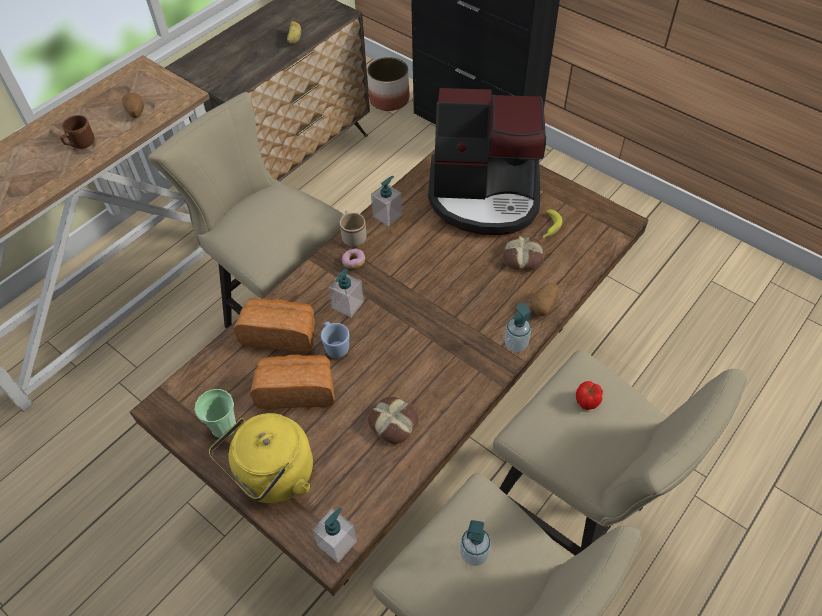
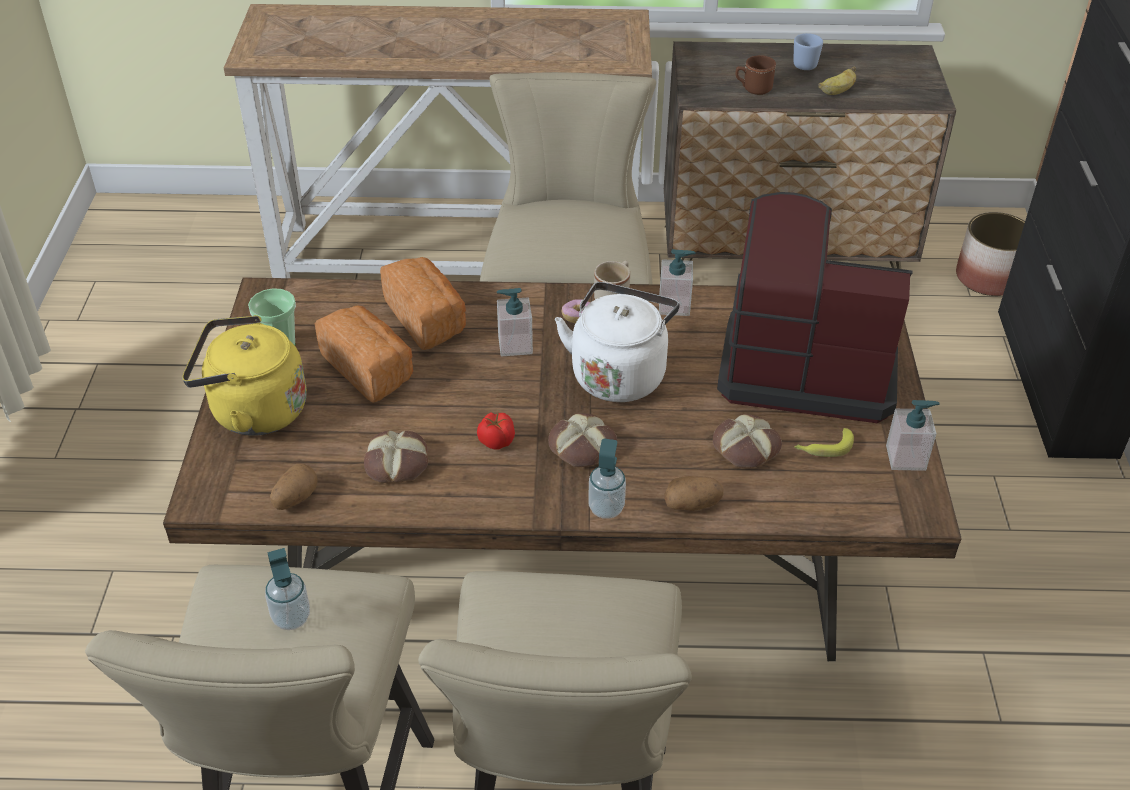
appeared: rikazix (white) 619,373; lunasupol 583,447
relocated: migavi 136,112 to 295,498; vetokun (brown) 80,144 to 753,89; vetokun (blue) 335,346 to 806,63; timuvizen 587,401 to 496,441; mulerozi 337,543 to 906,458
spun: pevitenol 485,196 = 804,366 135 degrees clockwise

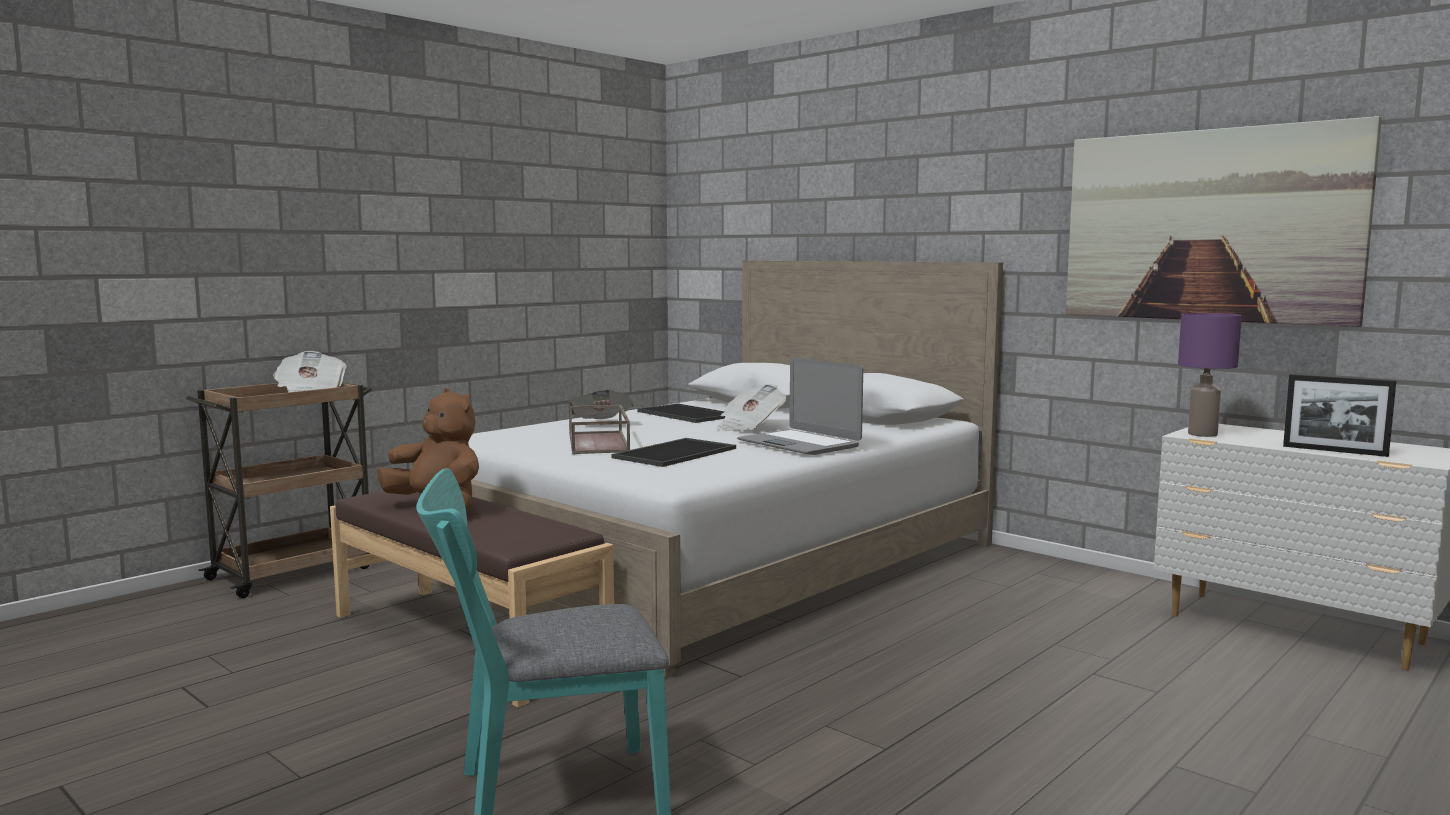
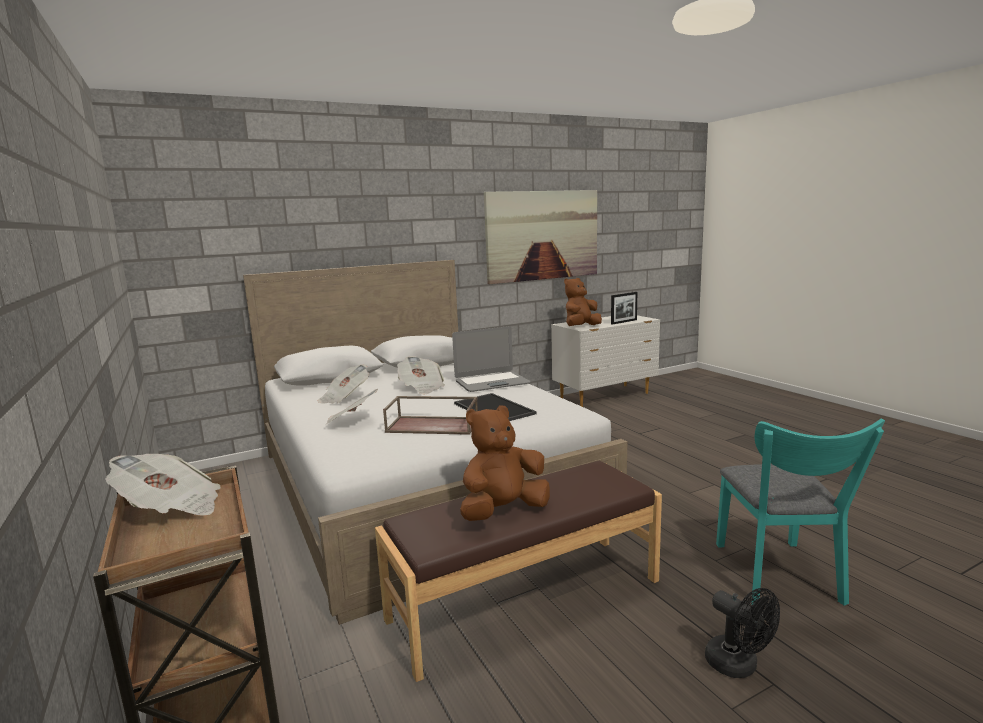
appeared: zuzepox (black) 738,666
exchanged: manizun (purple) 1203,434 to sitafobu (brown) 581,327; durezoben 684,414 to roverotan 344,398

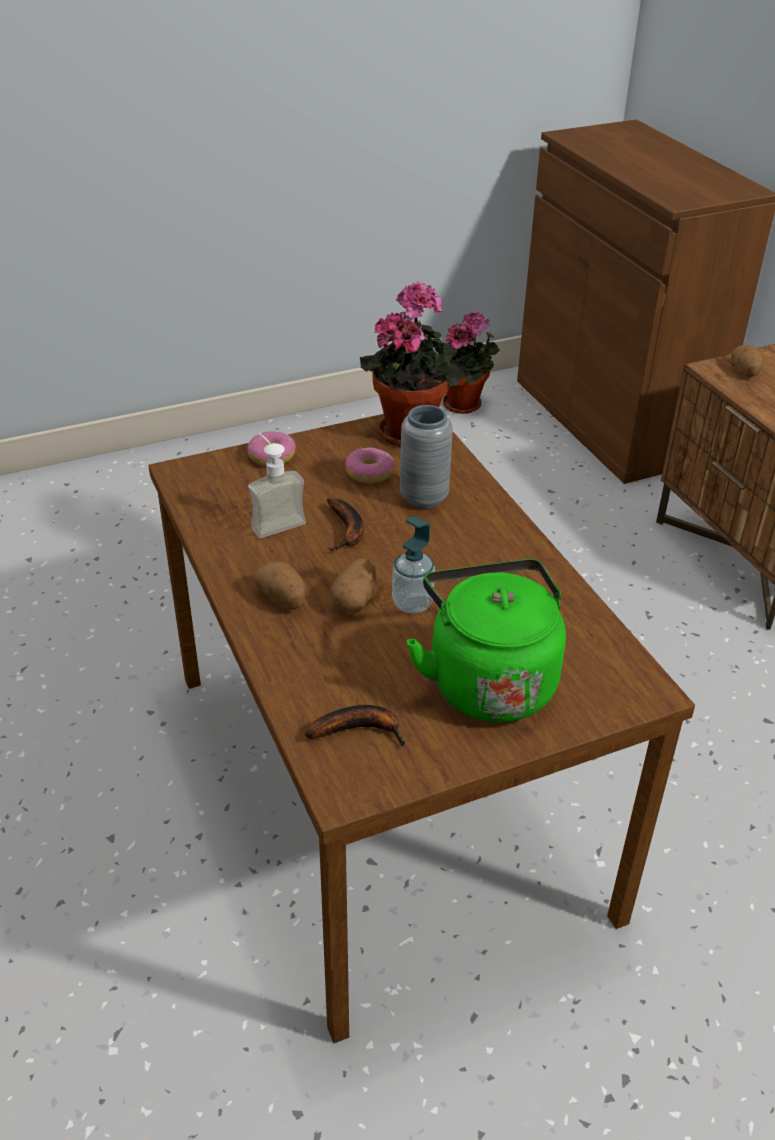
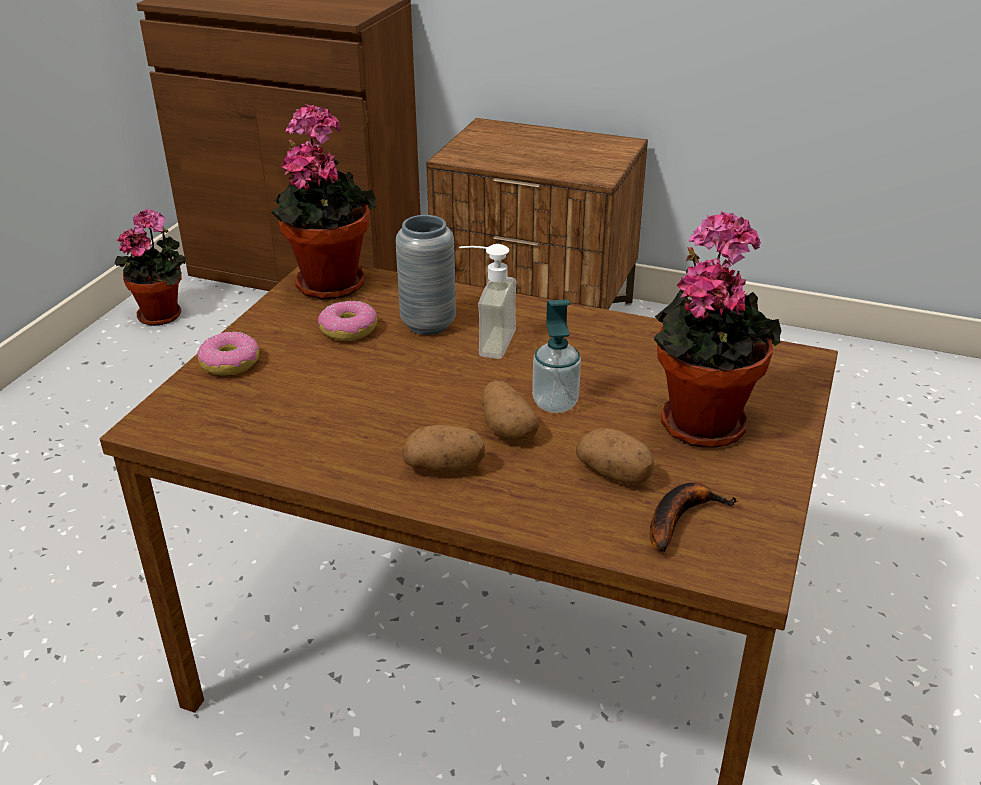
missing: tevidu 347,531
relocated: migavi 745,372 to 615,474; mulerozi 274,520 to 485,342
exchanged: rikazix (green) 488,680 to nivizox 701,420

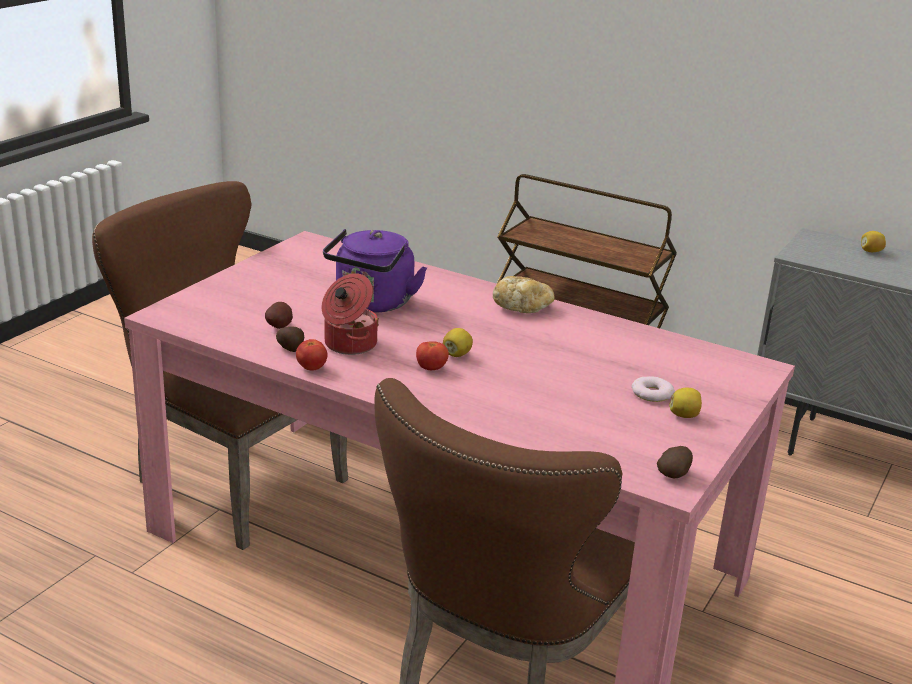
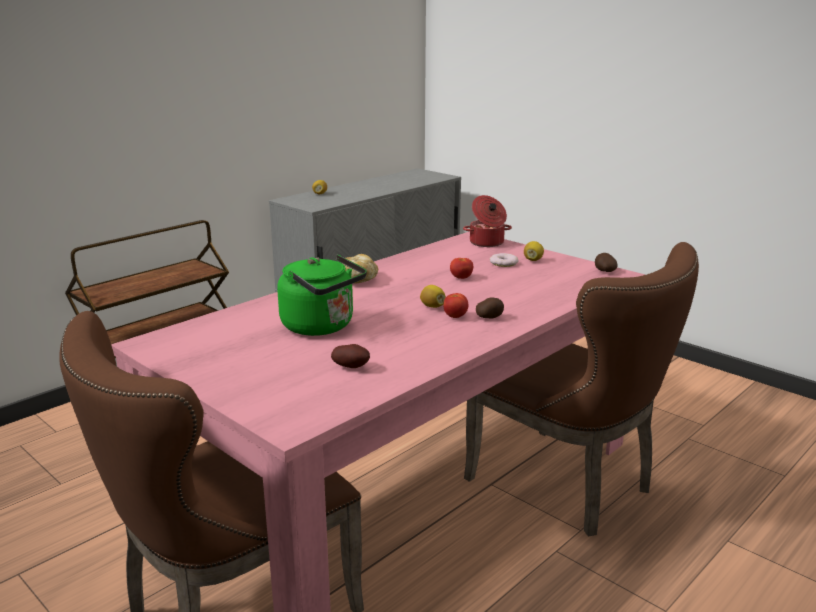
relocated: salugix 349,344 to 487,243; migavi 291,349 to 489,317; timuvizen 311,368 to 461,278
colour: rikazix (purple) 372,304 to rikazix (green) 322,327

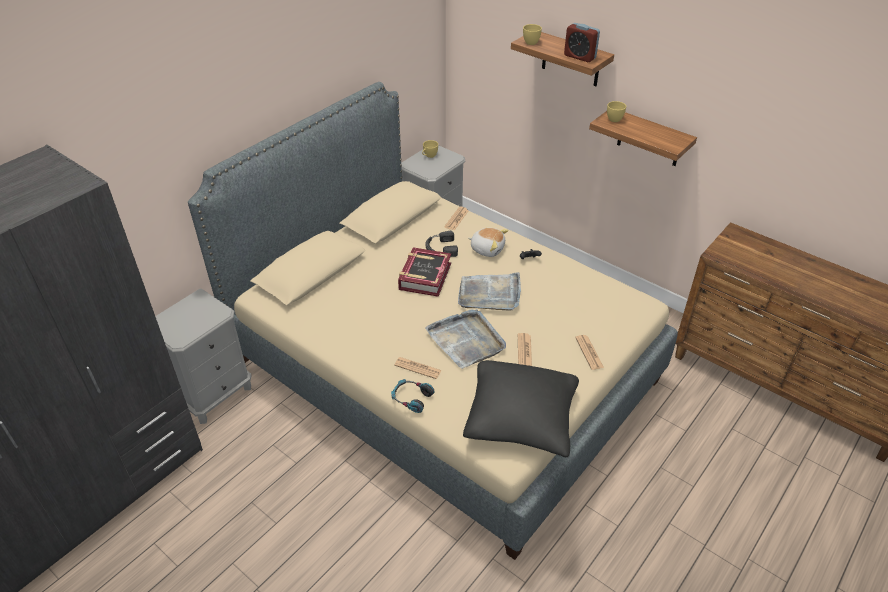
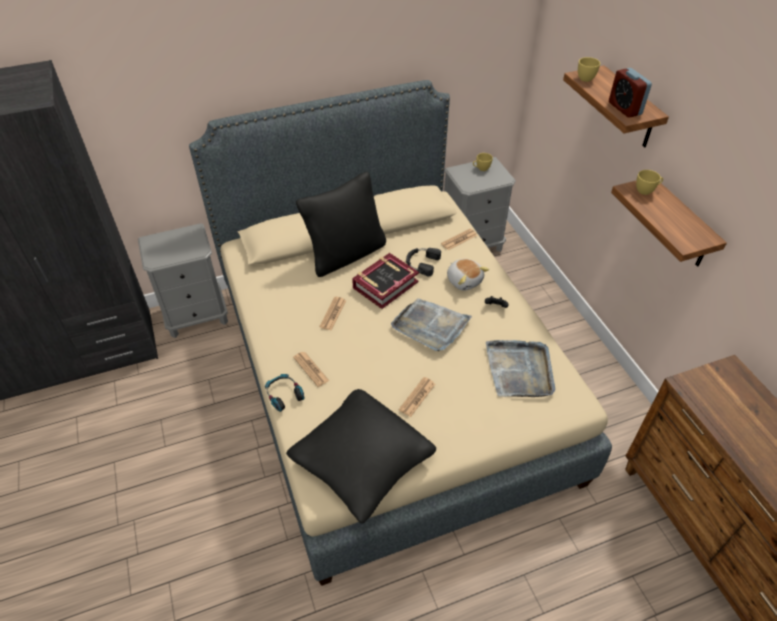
appeared: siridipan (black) 345,254
relocated: durezoben (grey) 466,340 to 520,370; roverotan 589,352 to 333,314

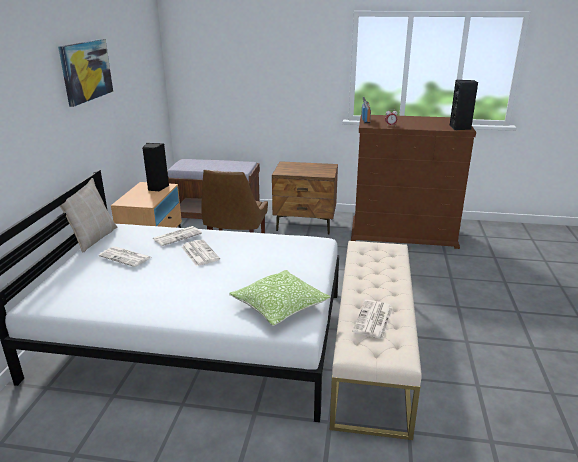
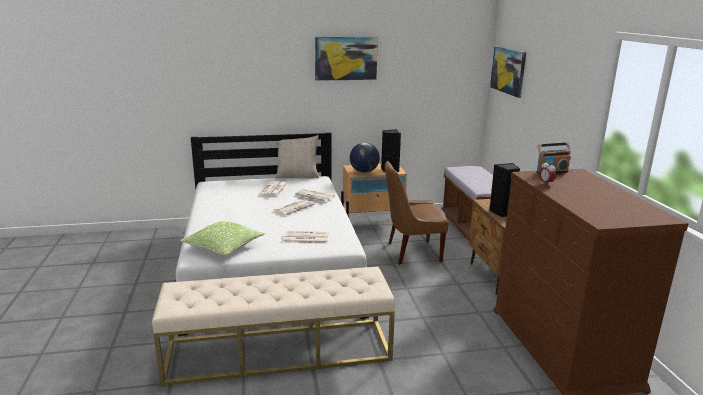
appeared: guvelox 508,71; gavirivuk 364,172
relocated: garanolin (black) 460,128 to 502,213; roverotan 373,320 to 305,238

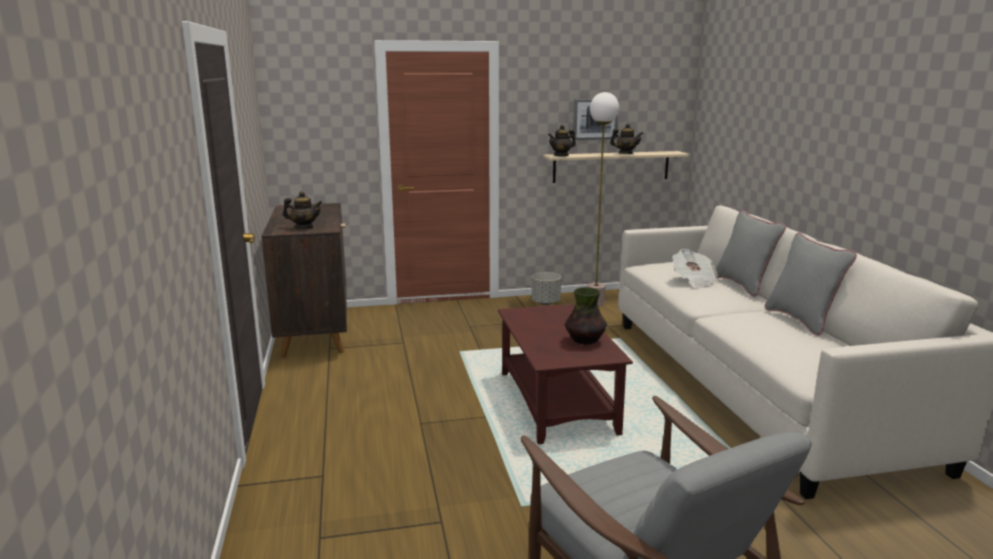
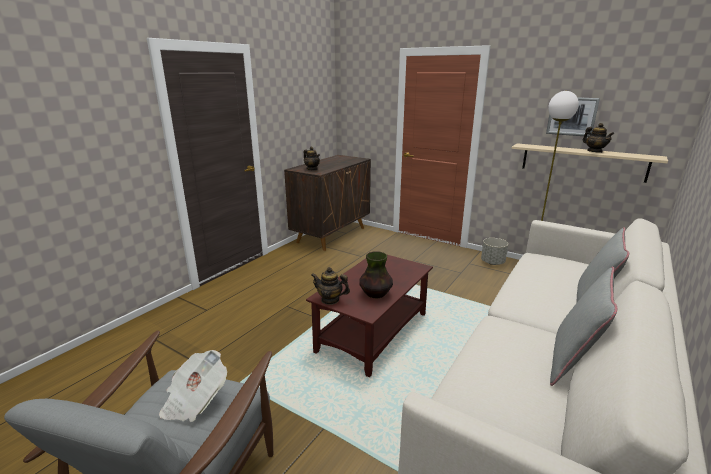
relocated: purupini 561,155 to 330,300; roverotan 694,281 to 195,400

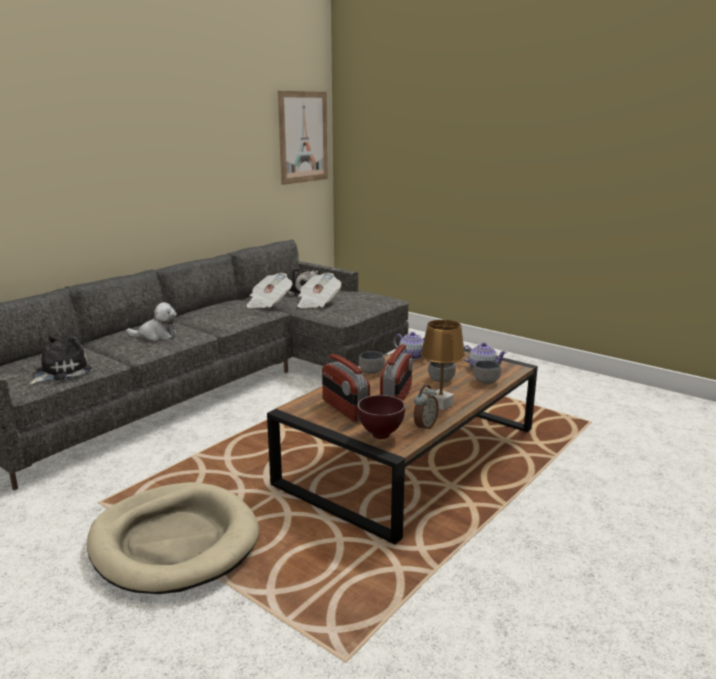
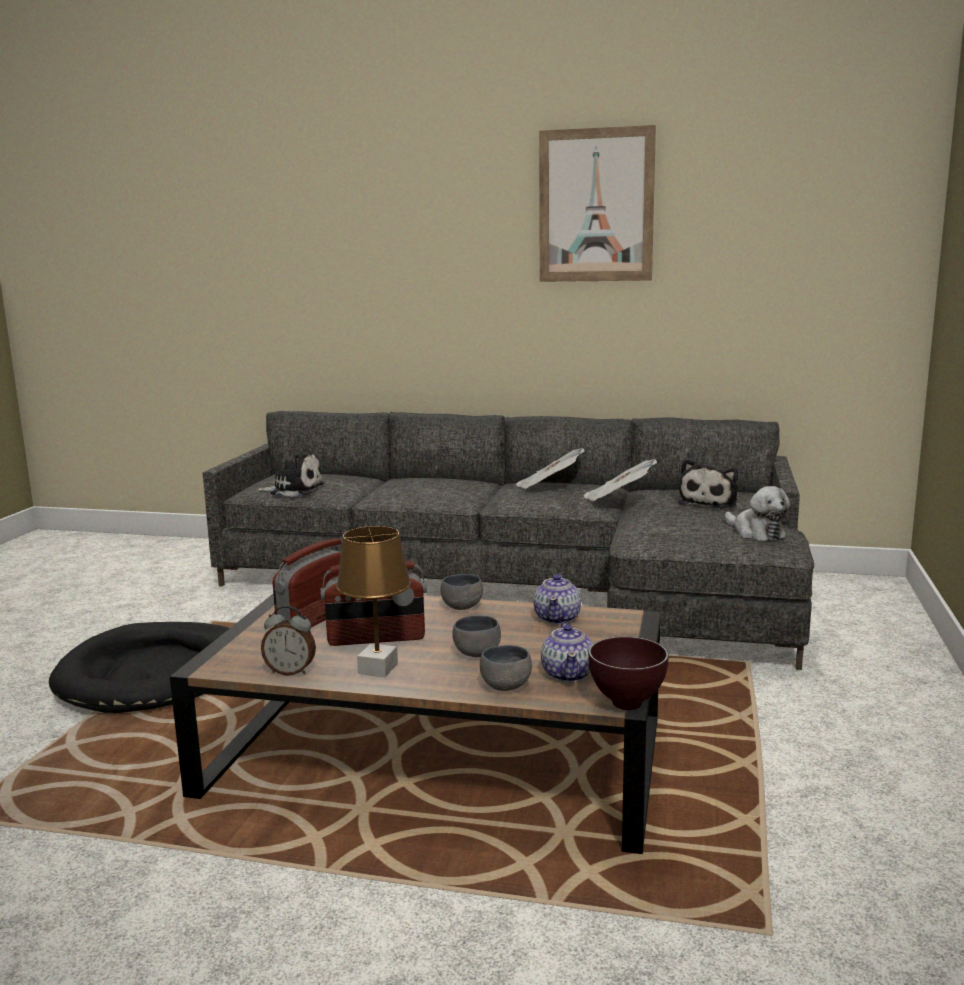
relocated: guvelox 303,137 to 596,206; roverotan 317,303 to 548,487; sitafobu 156,335 to 756,533; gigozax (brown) 380,436 to 625,705
colour: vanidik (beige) 174,542 to vanidik (black) 154,674

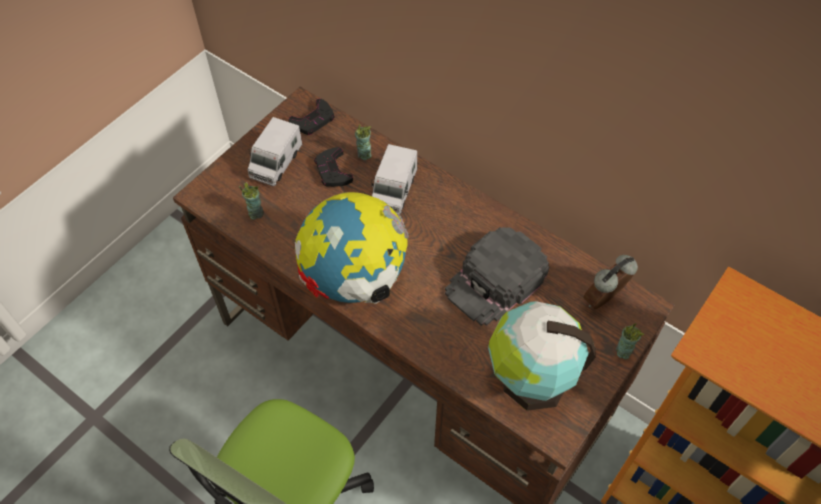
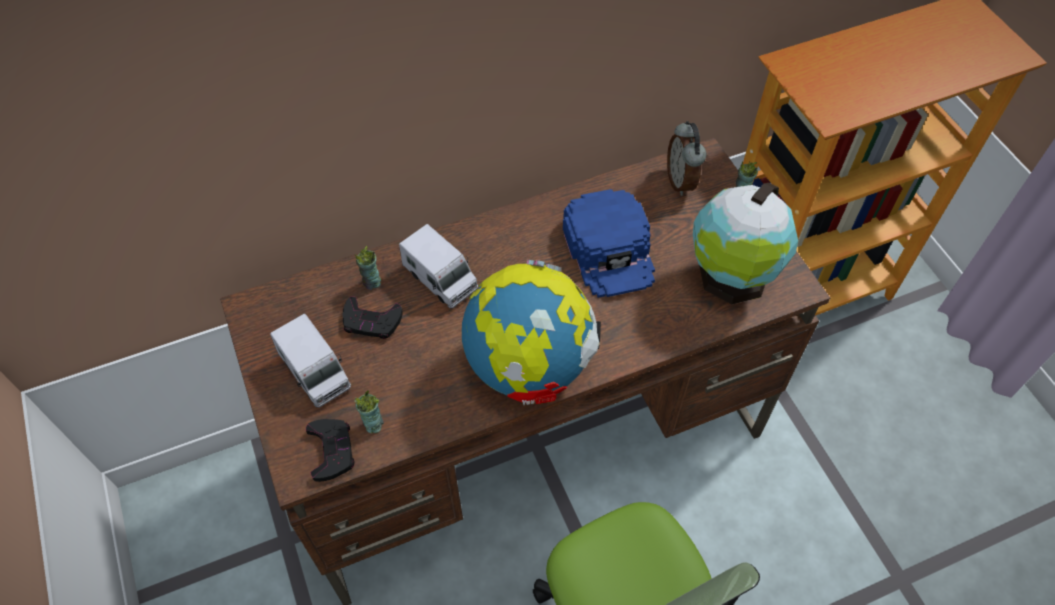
relocated: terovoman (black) 313,120 to 331,451
colour: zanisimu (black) 496,281 to zanisimu (blue) 610,249

